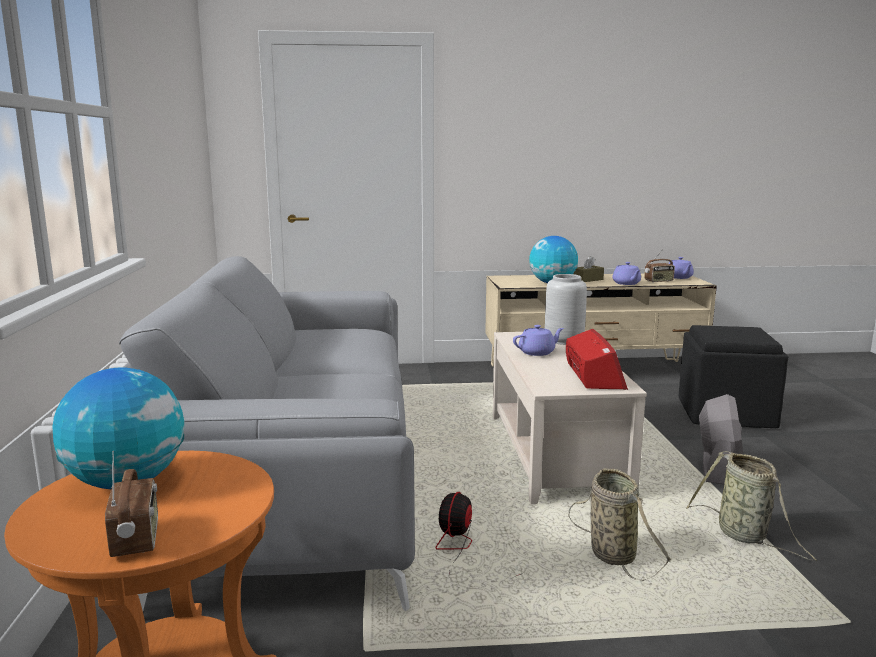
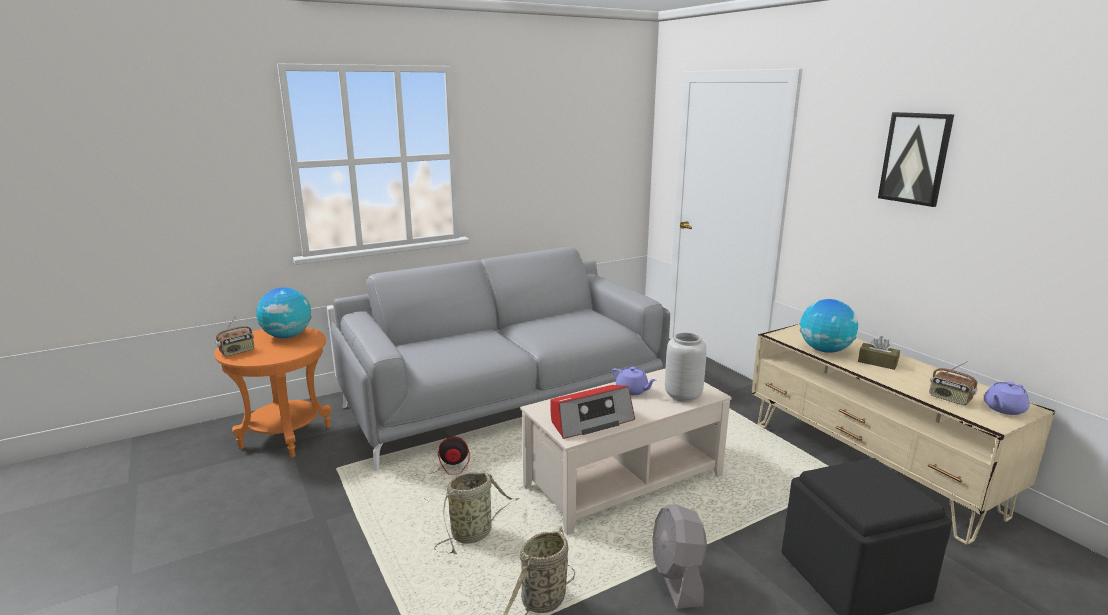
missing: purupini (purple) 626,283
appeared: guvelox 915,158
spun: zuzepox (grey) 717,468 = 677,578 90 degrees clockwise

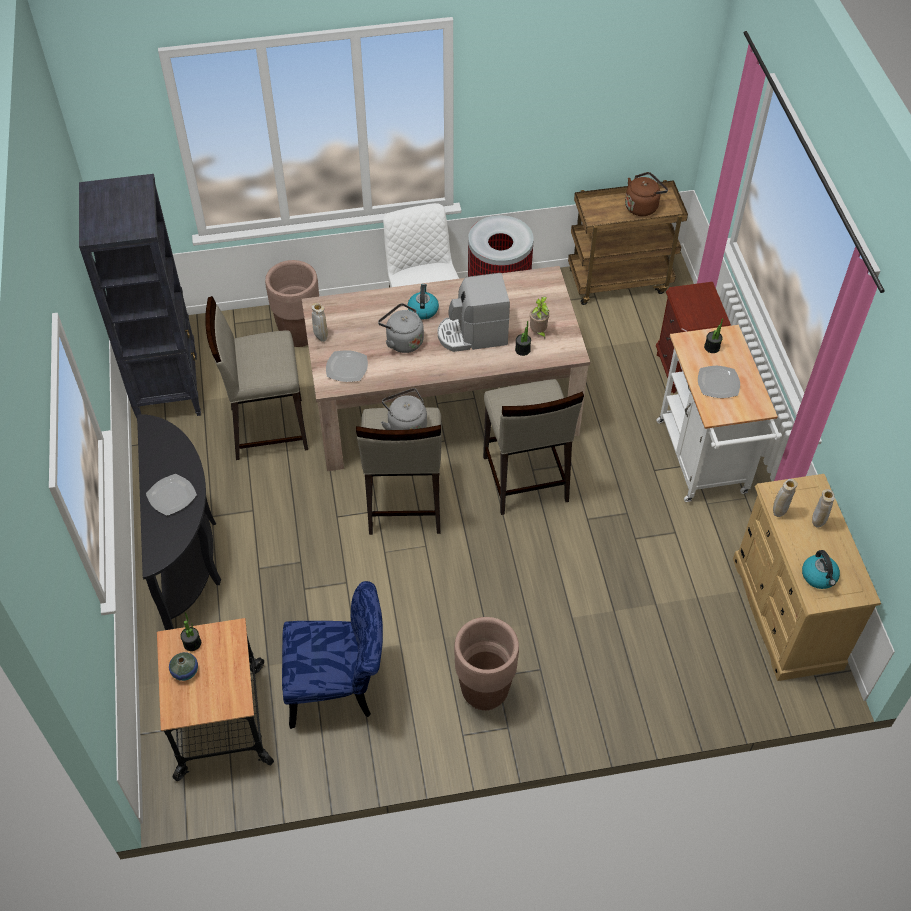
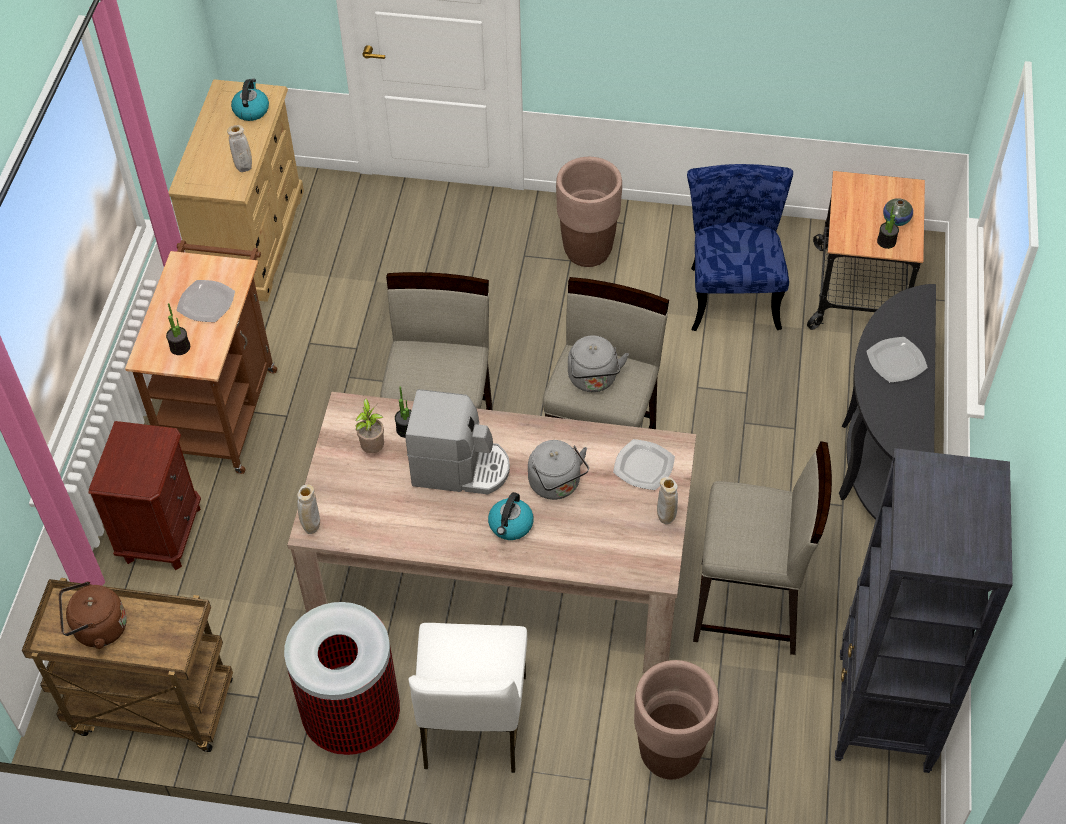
relocated: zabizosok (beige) 817,523 to 312,528
colour: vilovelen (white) 704,463 to vilovelen (brown) 223,408
spun: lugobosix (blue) 339,687 = 732,290 75 degrees clockwise

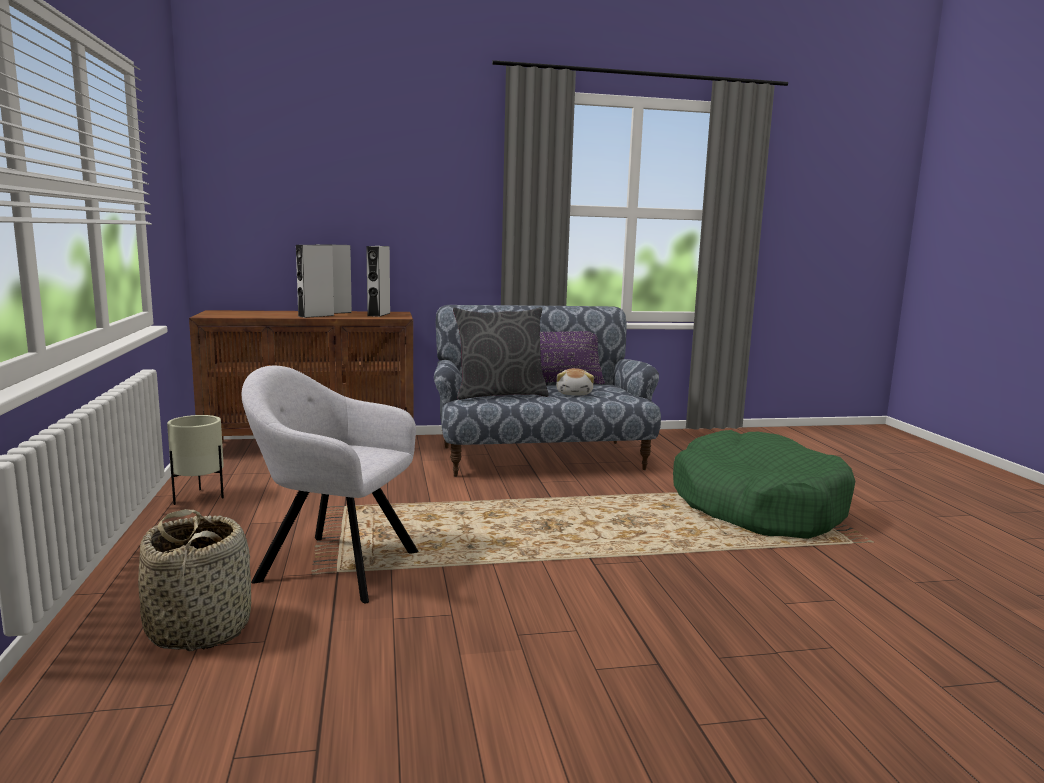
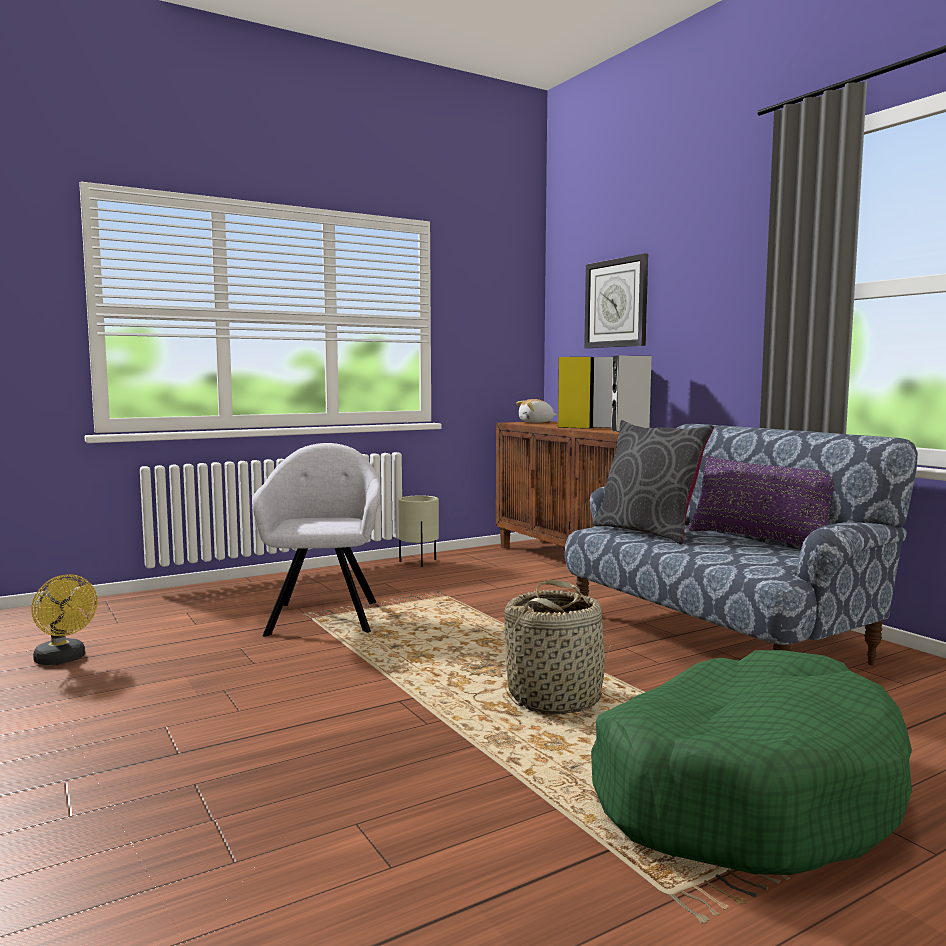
appeared: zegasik 616,303; zuzepox (yellow) 63,660
relocated: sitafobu 575,393 to 536,422; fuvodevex 200,628 to 555,698
colour: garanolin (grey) 316,316 to garanolin (yellow) 575,427

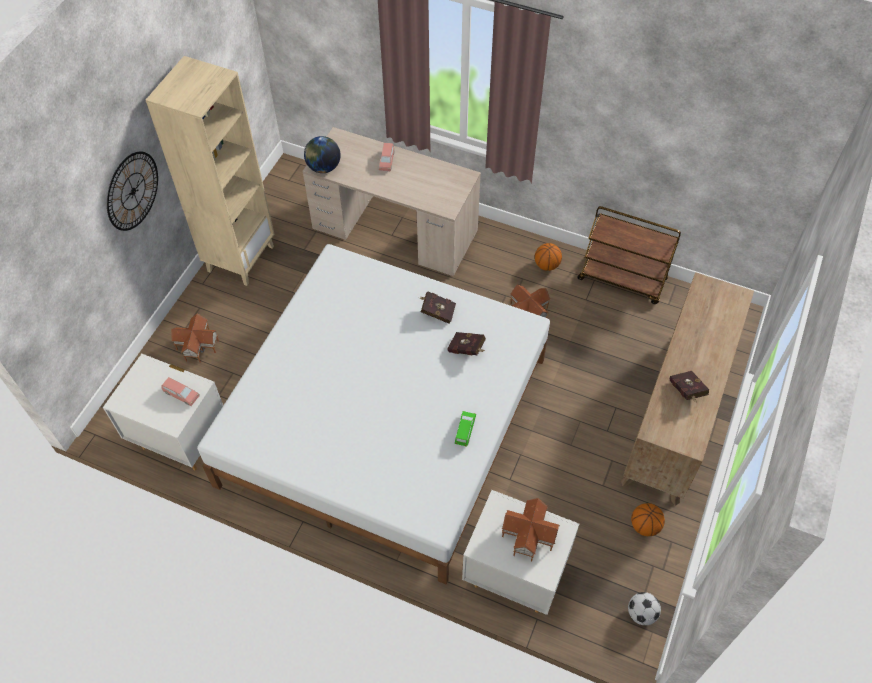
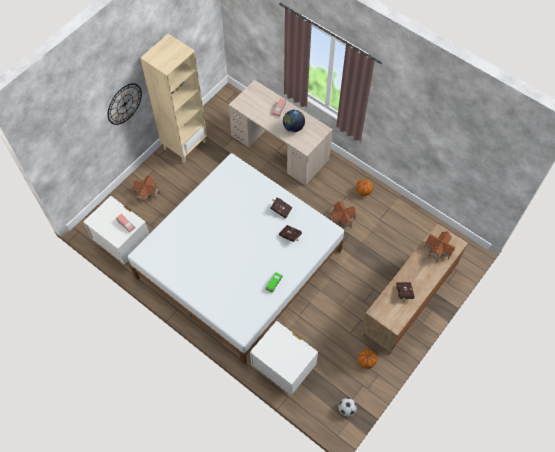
missing: vilovelen (brown) 623,279
relocated: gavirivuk 323,167 to 293,127; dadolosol 529,535 to 438,250

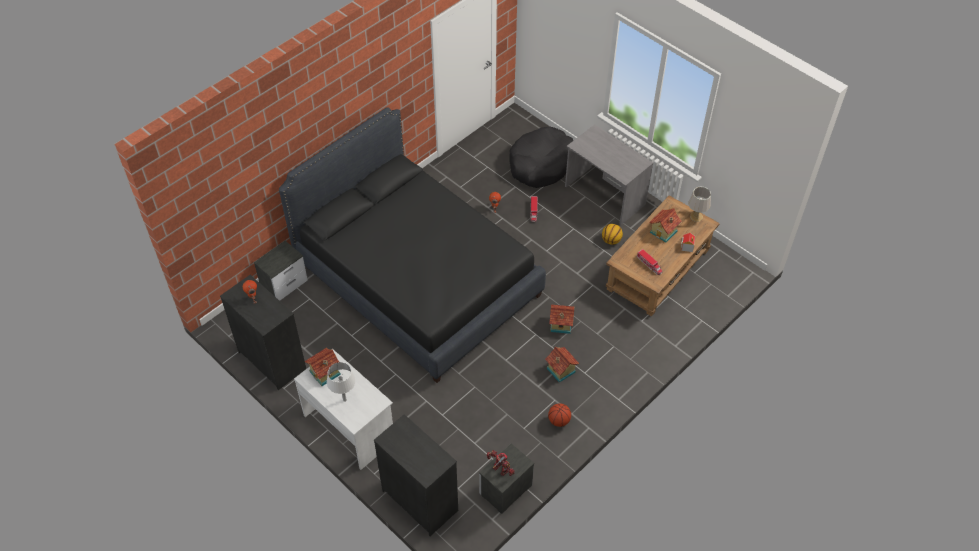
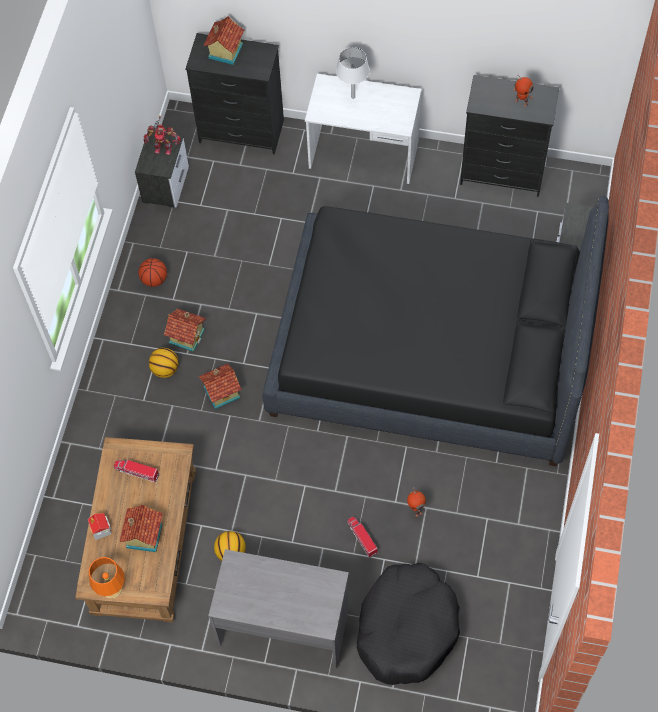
appeared: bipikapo 165,369
relocated: dadolosol 325,373 to 224,51
colour: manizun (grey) 696,217 to manizun (orange) 112,588

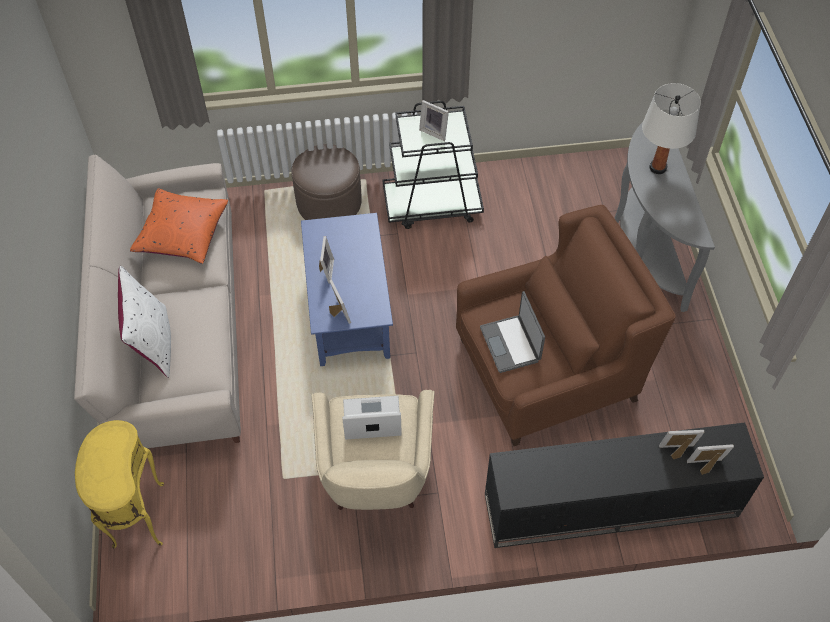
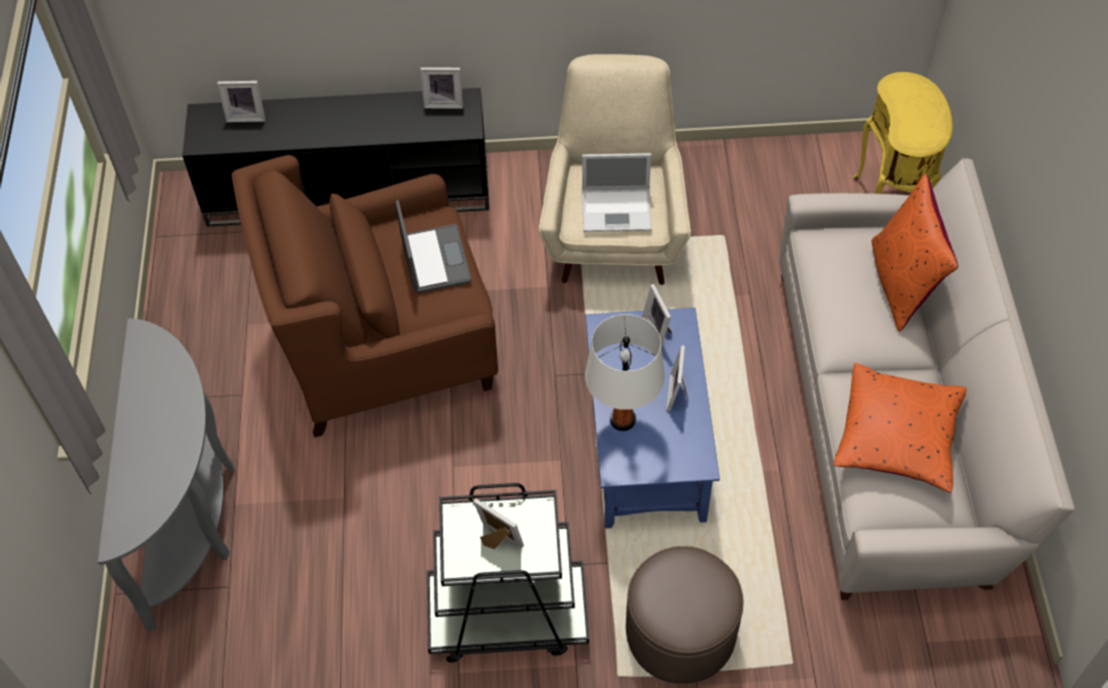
relocated: manizun (white) 658,168 to 622,419; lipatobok 677,451 to 444,102
colour: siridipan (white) 153,343 to siridipan (orange) 902,283

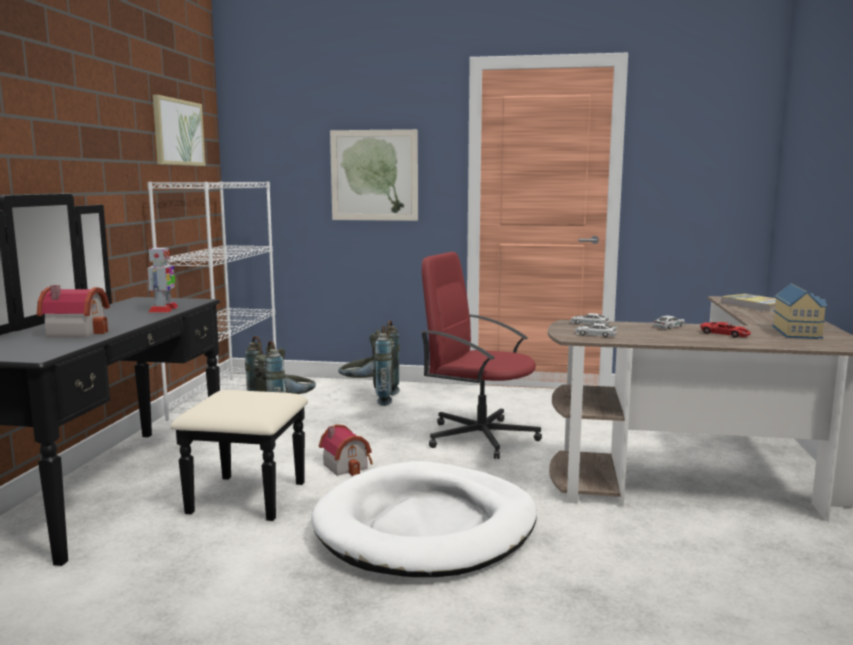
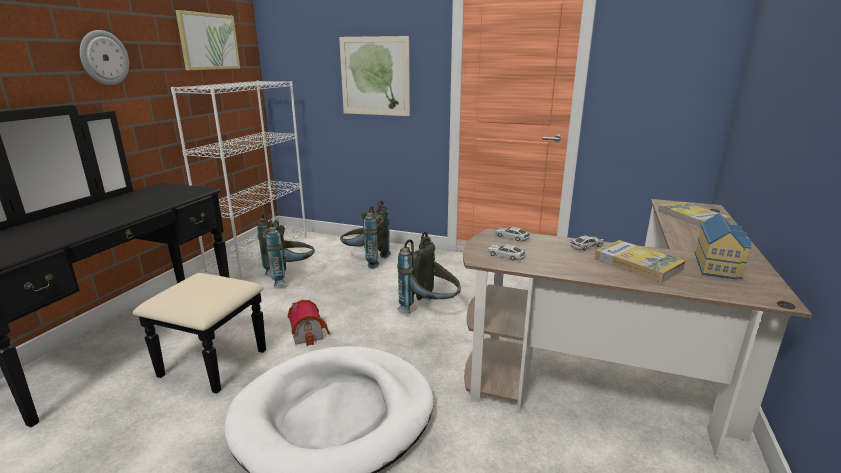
missing: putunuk 163,309; dadolosol 76,331
appeared: zegasik 104,58
exchanged: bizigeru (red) 479,437 to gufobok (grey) 430,310; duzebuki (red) 725,334 to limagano 637,264

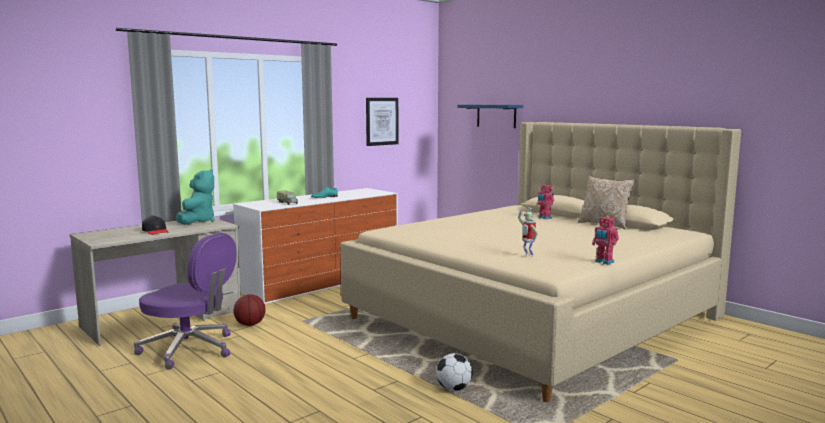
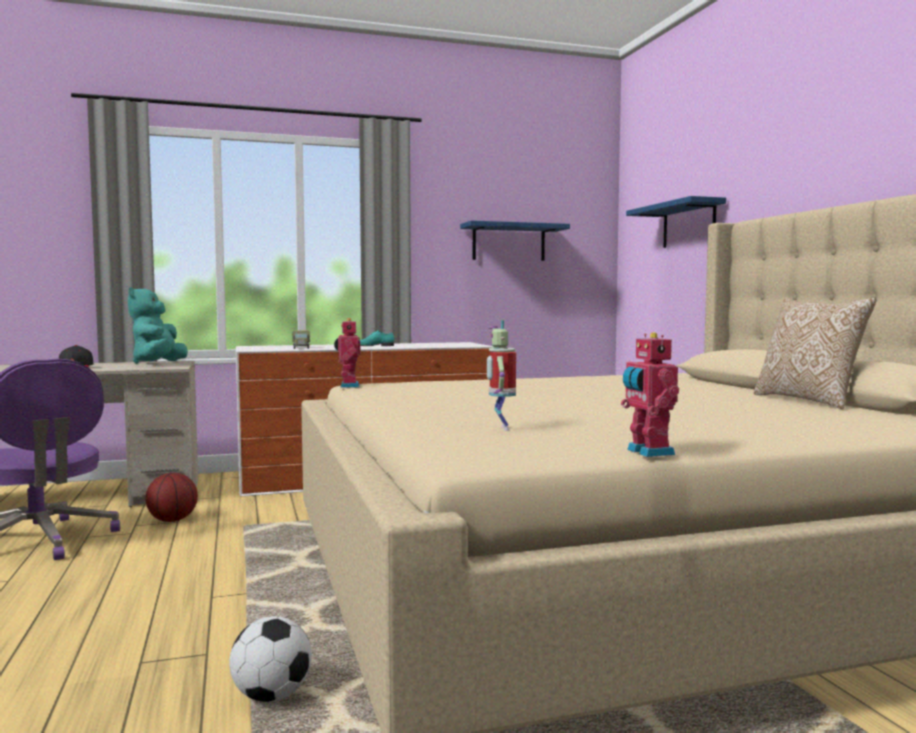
relocated: putunuk 544,218 to 348,386
exchanged: guvelox 382,121 to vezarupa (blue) 508,242
spun: sitafobu (turquoise) 197,221 = 158,363 150 degrees clockwise

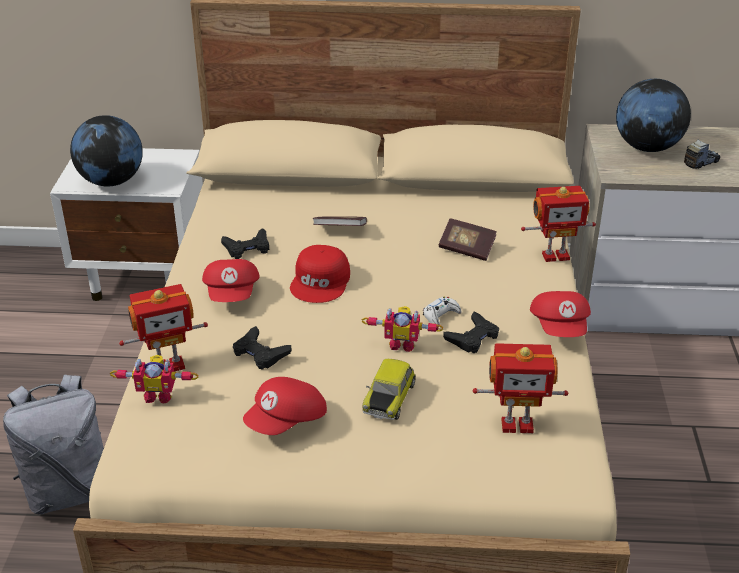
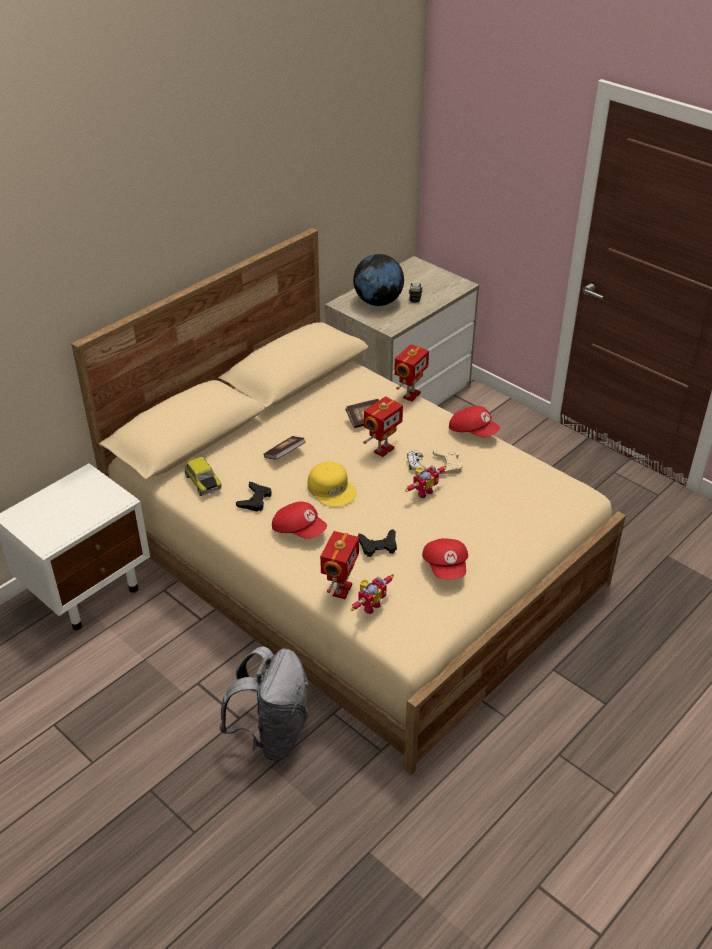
missing: gavirivuk 111,182
relocated: putunuk 517,424 to 382,449; duzebuki 388,398 to 202,482
colour: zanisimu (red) 321,282 to zanisimu (yellow) 332,489; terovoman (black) 472,337 to terovoman (beige) 447,464

